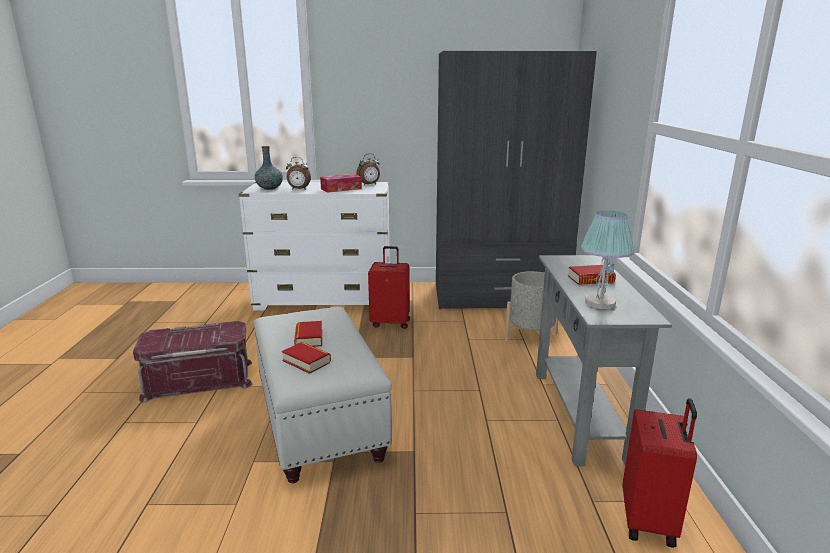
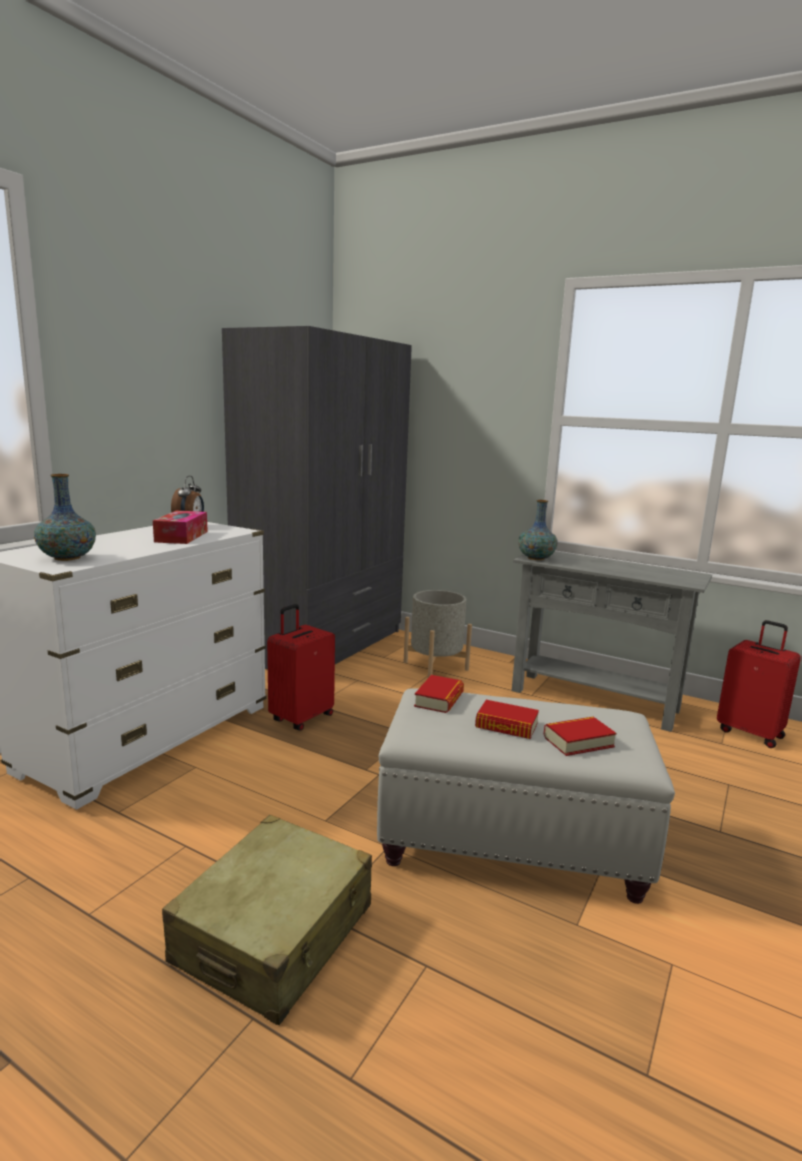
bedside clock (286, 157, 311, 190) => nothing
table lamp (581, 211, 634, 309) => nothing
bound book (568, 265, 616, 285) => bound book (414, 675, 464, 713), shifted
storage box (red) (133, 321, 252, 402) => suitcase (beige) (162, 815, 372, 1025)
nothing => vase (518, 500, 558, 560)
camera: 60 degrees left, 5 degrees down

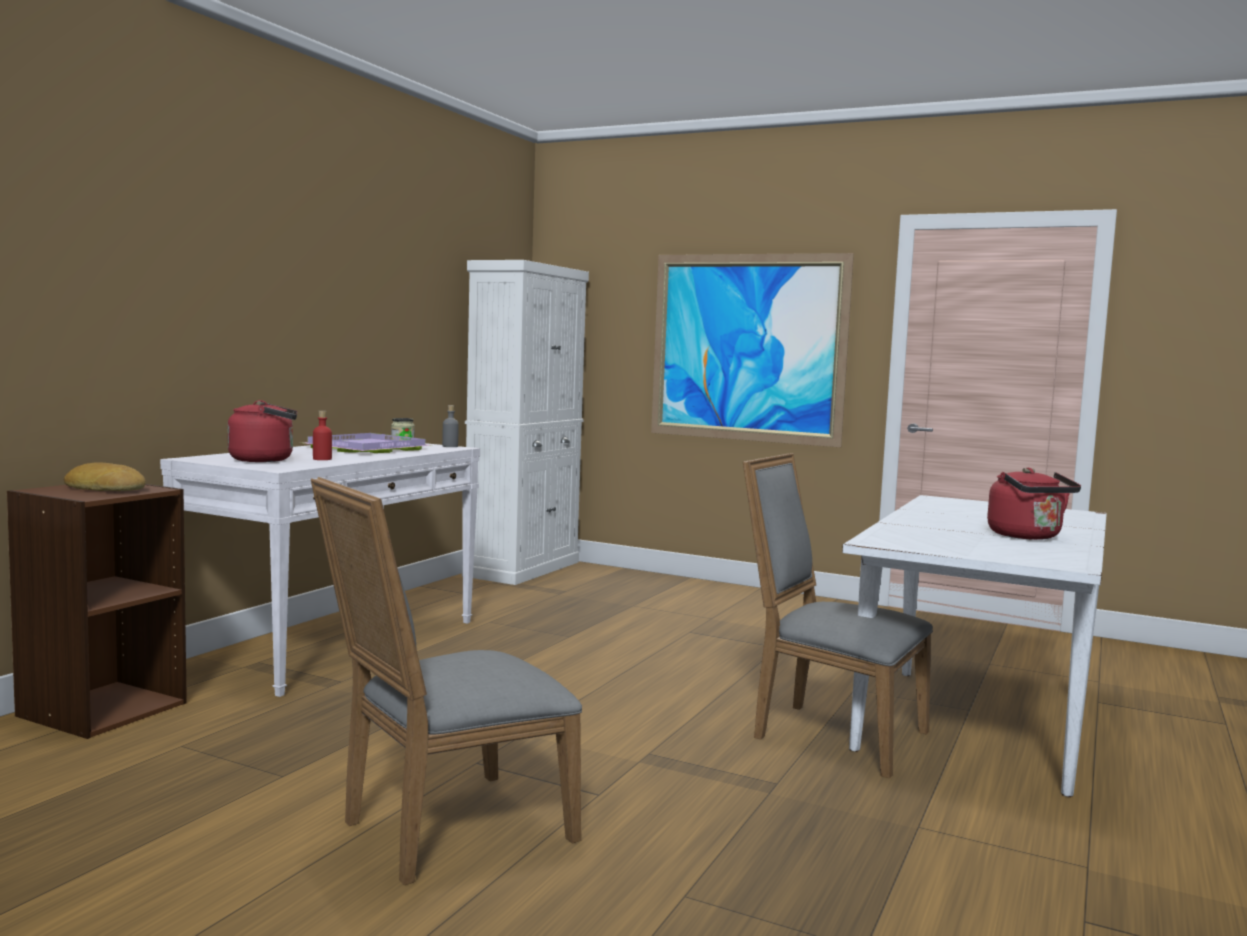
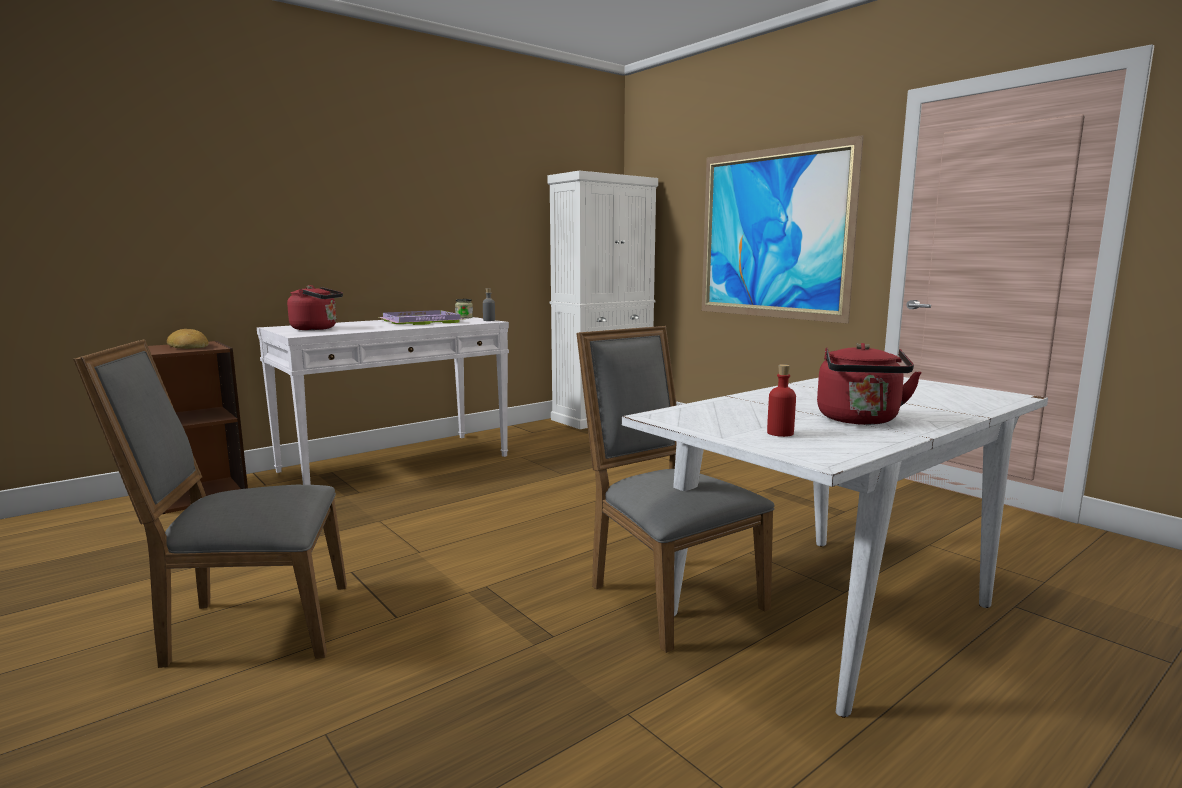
drink bottle (red) (313, 411, 332, 460) => drink bottle (red) (767, 364, 796, 437), shifted
camera: 25 degrees right, 5 degrees up

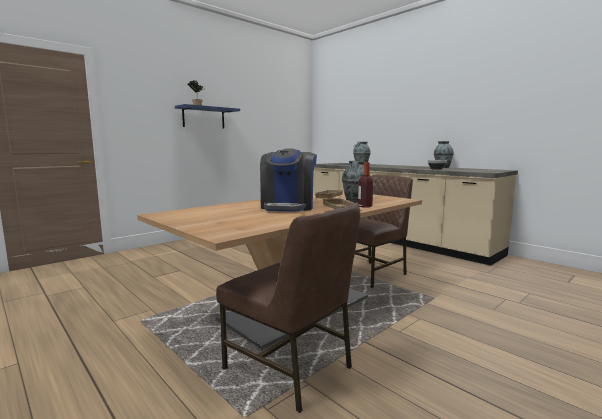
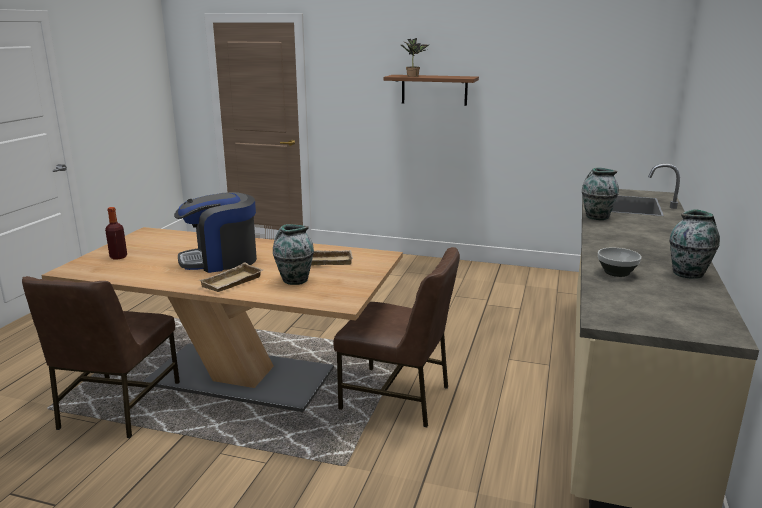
wall shelf (blue-coloured) (175, 104, 240, 129) => wall shelf (brown-coloured) (384, 75, 479, 106)
drink bottle (358, 162, 373, 208) => drink bottle (105, 207, 127, 259), shifted
camera: 60 degrees right, 10 degrees up

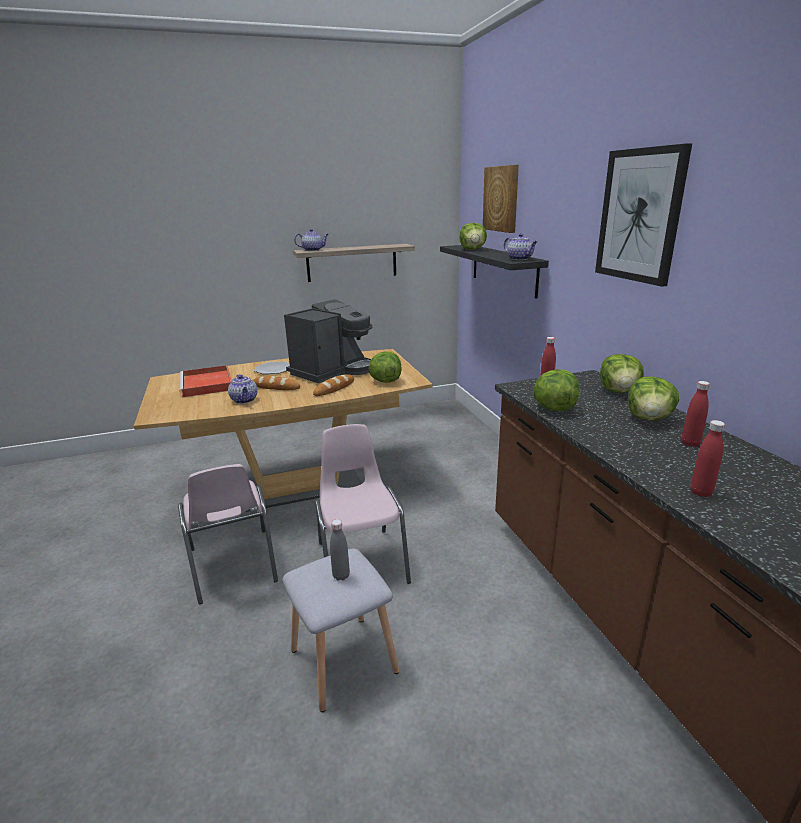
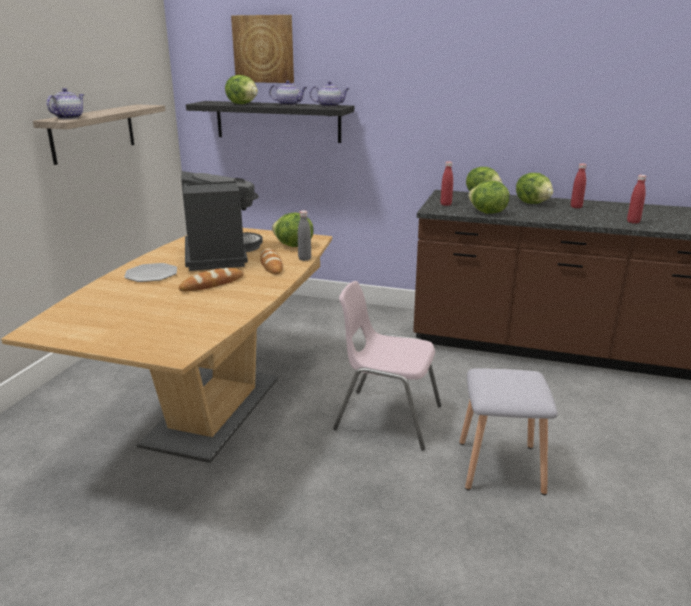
wall art (595, 143, 692, 287) => nothing
tray (red) (179, 365, 232, 397) => nothing
tea pot (228, 374, 257, 404) => tea pot (269, 80, 307, 106), shifted
plain chair (pinkish) (178, 464, 278, 605) => nothing
drink bottle (grey) (330, 519, 350, 581) => drink bottle (grey) (298, 210, 311, 261), shifted
camera: 55 degrees left, 0 degrees up

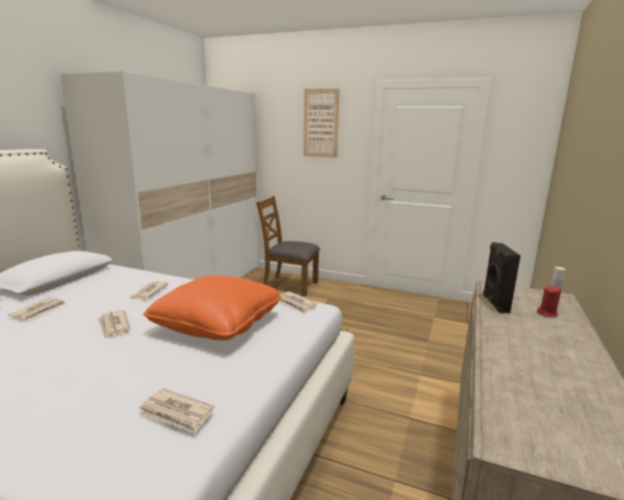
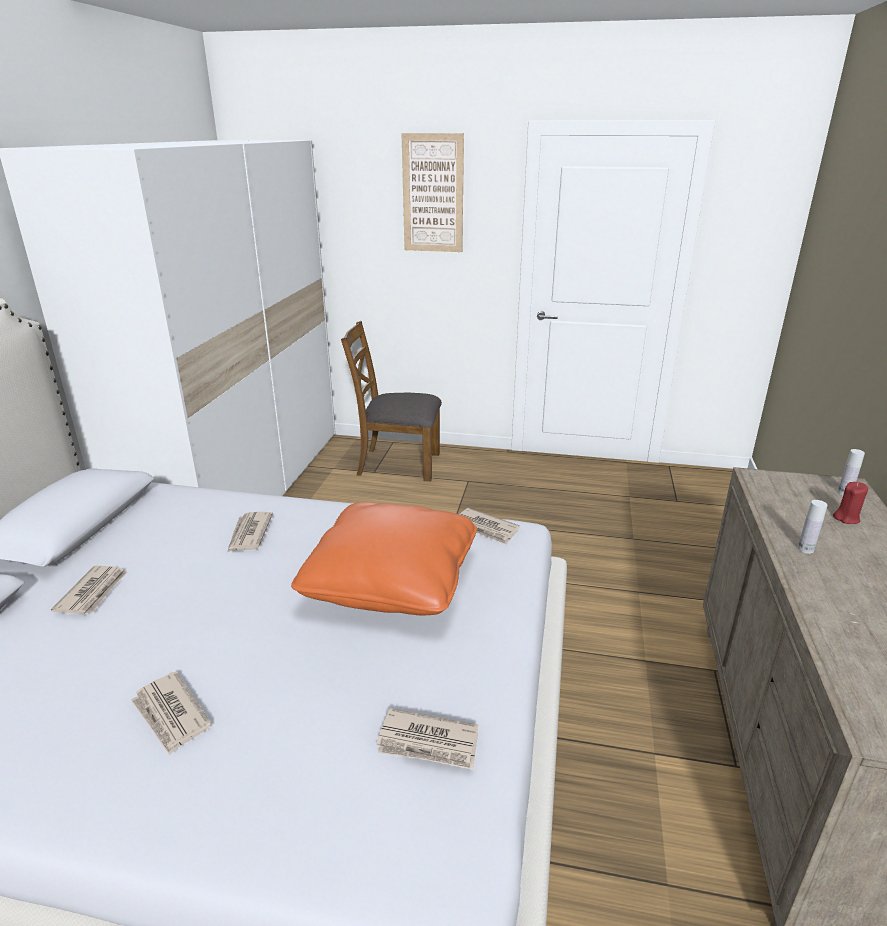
audio speaker (blackish) (483, 242, 521, 313) => nothing
daily paper (98, 310, 131, 339) => daily paper (131, 671, 212, 755), shifted
nothing => drink bottle (whitish) (798, 500, 827, 554)
camera: 10 degrees left, 10 degrees up

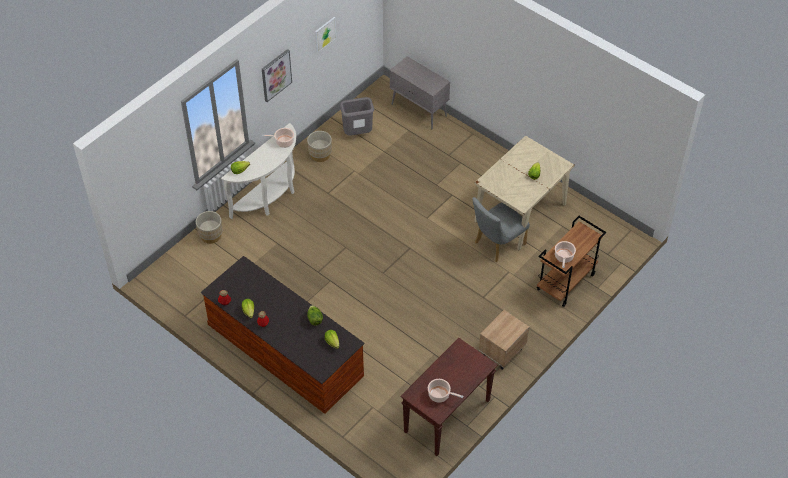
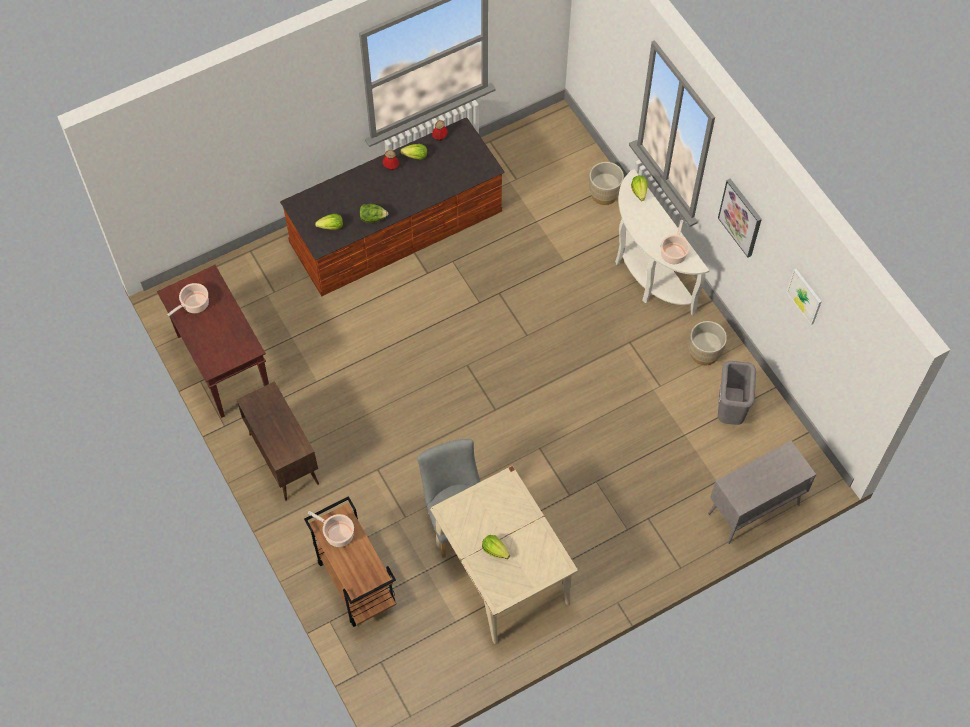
nightstand (beige) (479, 310, 529, 370) => cupboard (brown-coloured) (237, 381, 319, 501)
camera: 110 degrees right, 10 degrees up

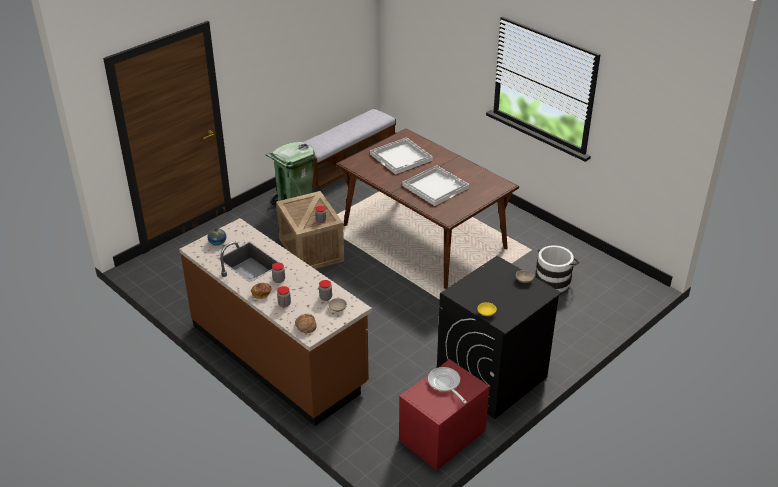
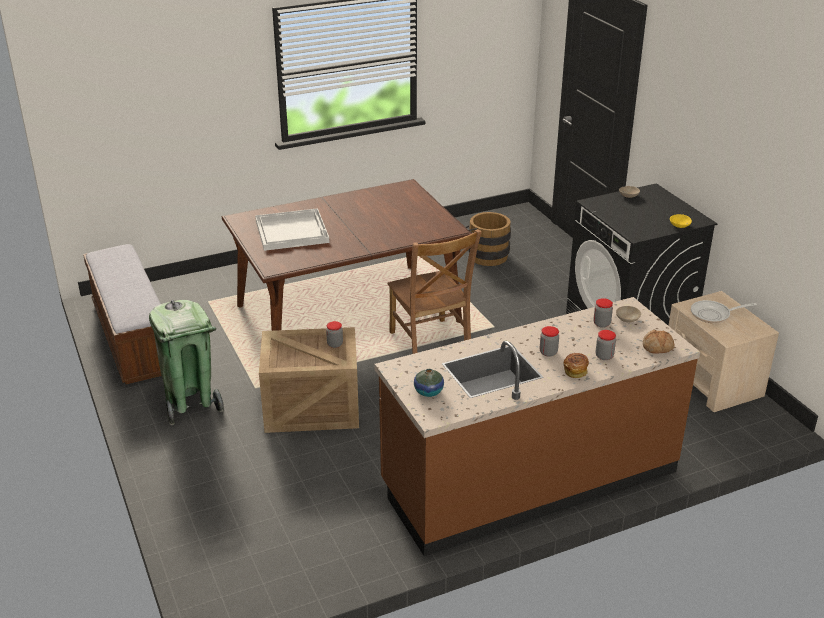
tray (whitish) (402, 165, 469, 206) => nothing
pail (whitish) (535, 245, 579, 292) => pail (brown-coloured) (465, 212, 511, 266)
nightstand (red) (399, 359, 490, 470) => nightstand (beige) (668, 291, 779, 412)
nothing => plain chair (brown-coloured) (387, 229, 482, 354)
camera: 70 degrees left, 5 degrees down

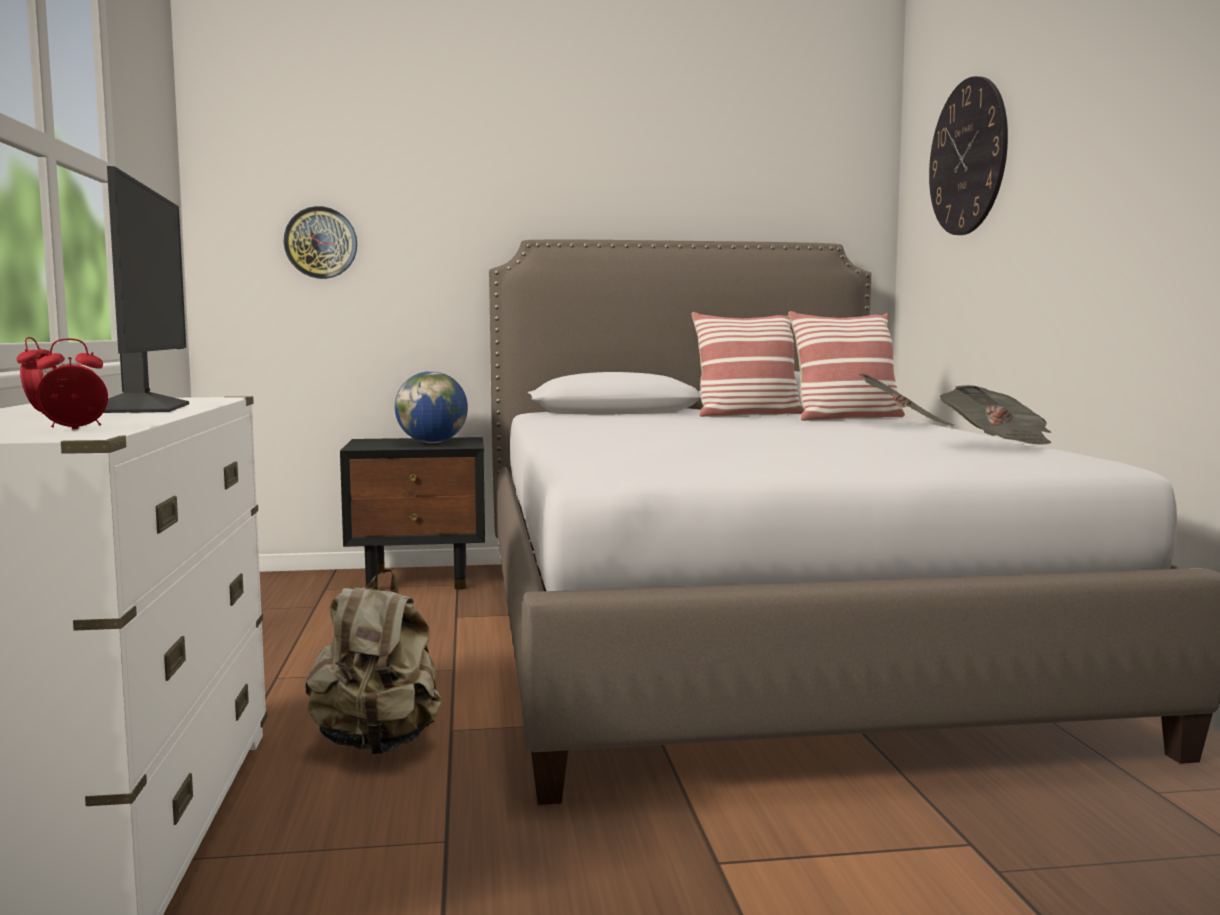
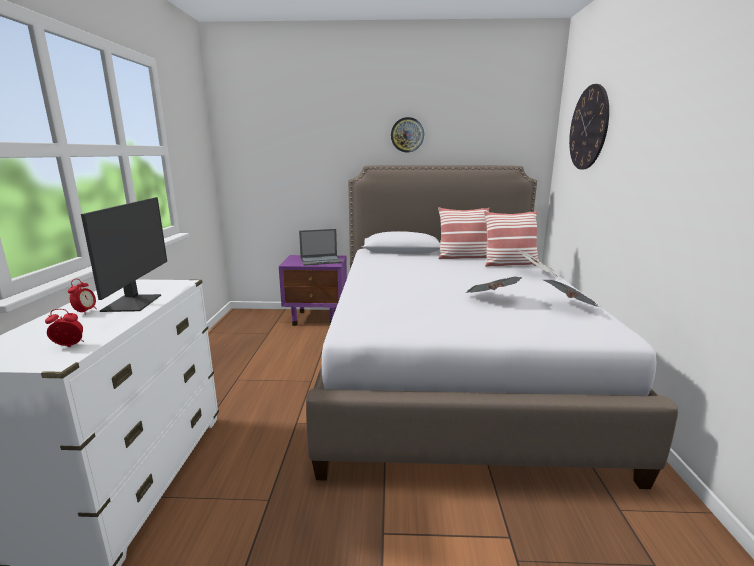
clock on the wall (284, 206, 357, 279) => clock on the wall (391, 117, 424, 152), shifted
world globe (395, 371, 468, 443) => laptop (299, 229, 342, 266)
nightstand (blackish) (340, 437, 485, 590) => nightstand (purple) (279, 255, 347, 326)
rucksack (beige) (306, 568, 442, 755) => nothing
nothing => daily paper (465, 276, 522, 293)
camera: 10 degrees right, 10 degrees up

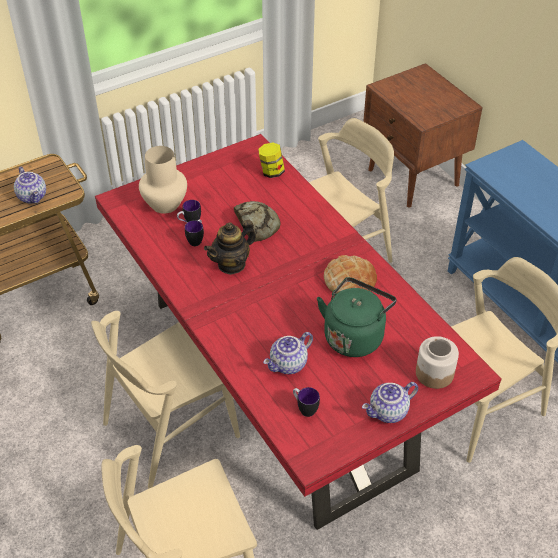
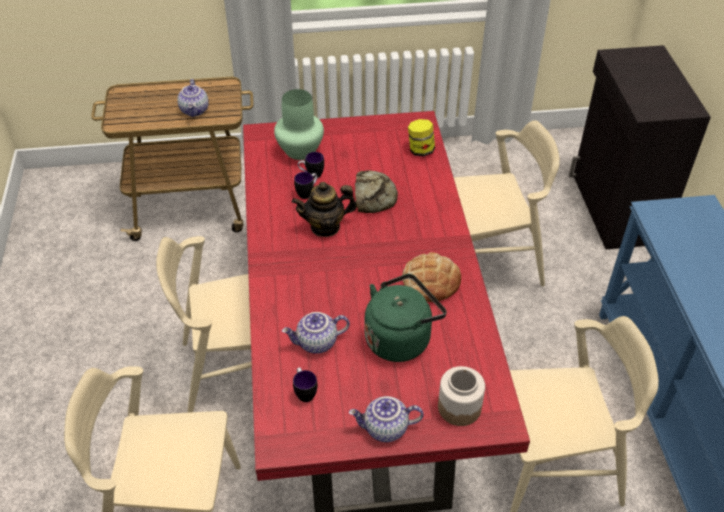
nightstand (brown-coloured) (363, 63, 483, 208) => cupboard (blackish) (569, 45, 711, 249)
vase (beige) (139, 146, 187, 214) => vase (green-coloured) (274, 89, 324, 160)
camera: 25 degrees right, 0 degrees up

